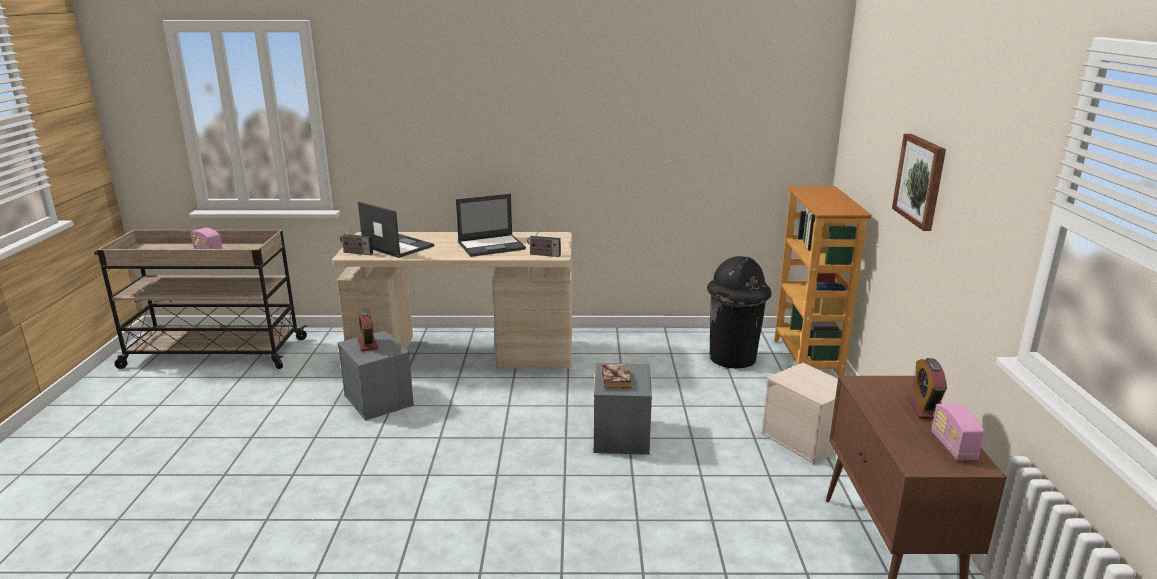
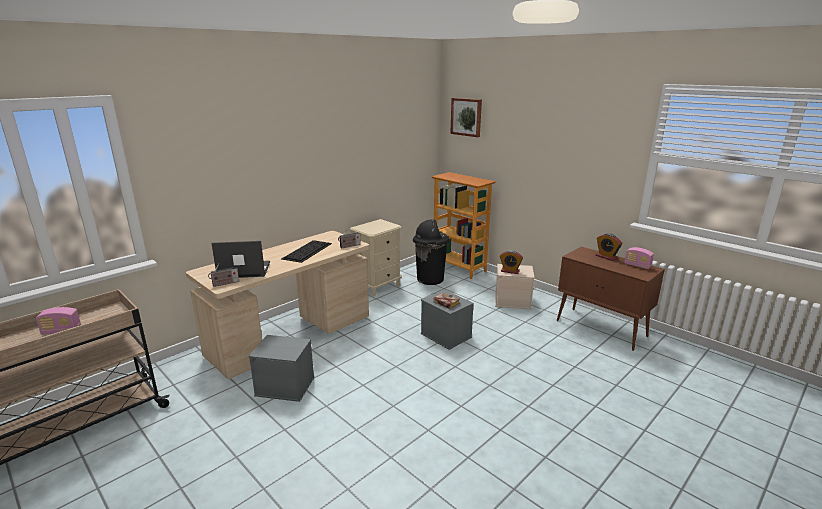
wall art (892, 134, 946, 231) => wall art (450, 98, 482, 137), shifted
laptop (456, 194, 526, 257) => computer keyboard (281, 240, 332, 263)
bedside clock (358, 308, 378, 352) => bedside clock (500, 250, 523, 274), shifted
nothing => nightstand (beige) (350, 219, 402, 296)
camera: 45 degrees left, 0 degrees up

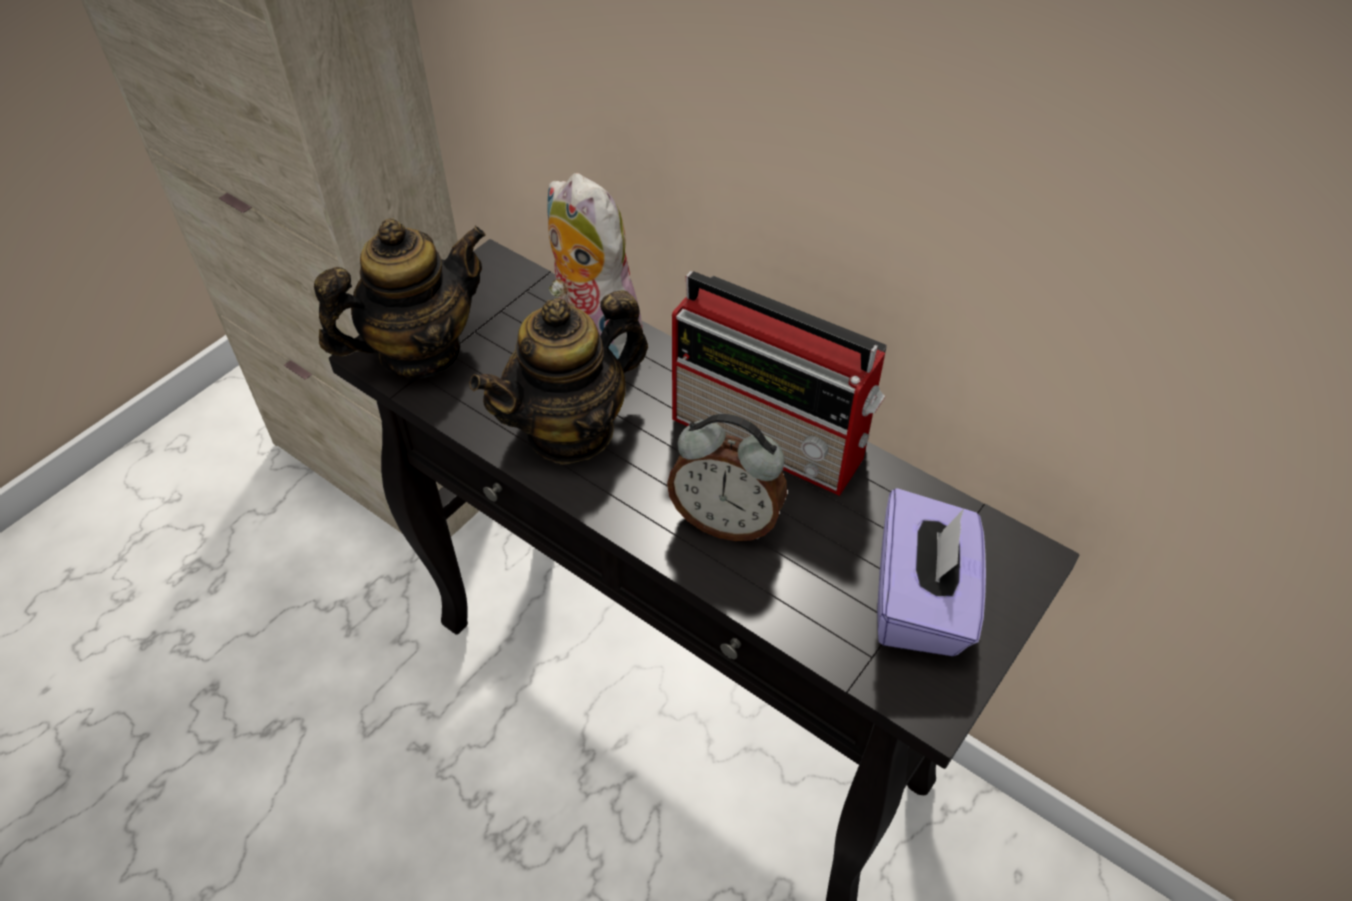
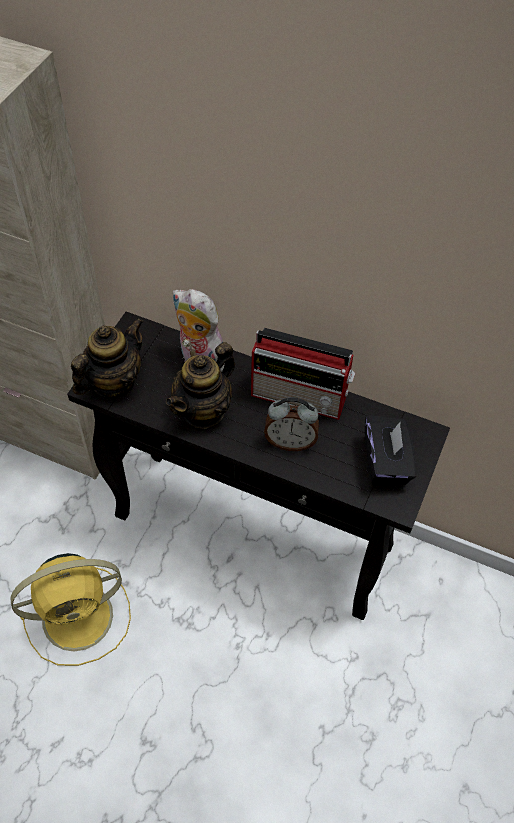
tissue box (purple) (877, 488, 986, 656) => tissue box (blackish) (365, 415, 416, 486)
nothing => electric fan (yellow) (10, 553, 131, 666)
camera: 15 degrees left, 5 degrees up

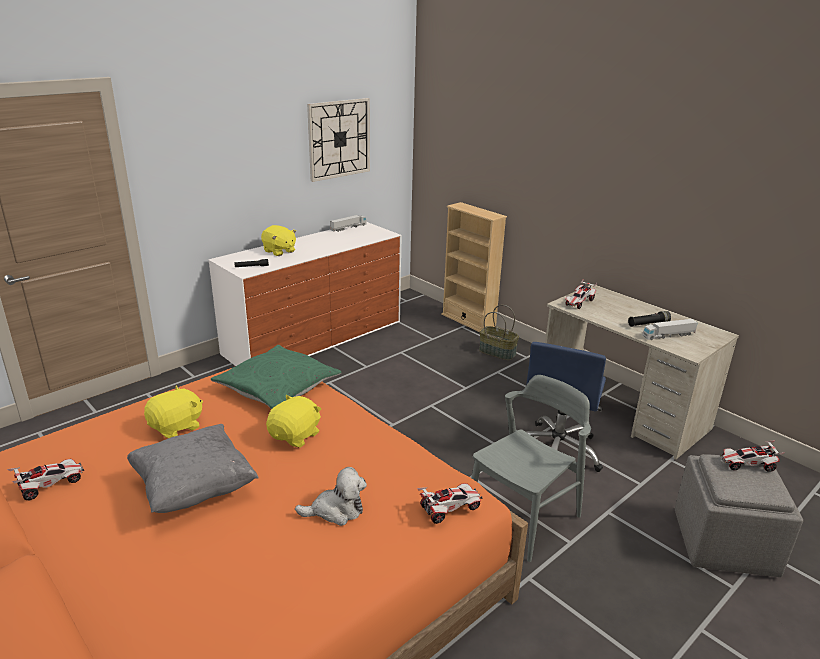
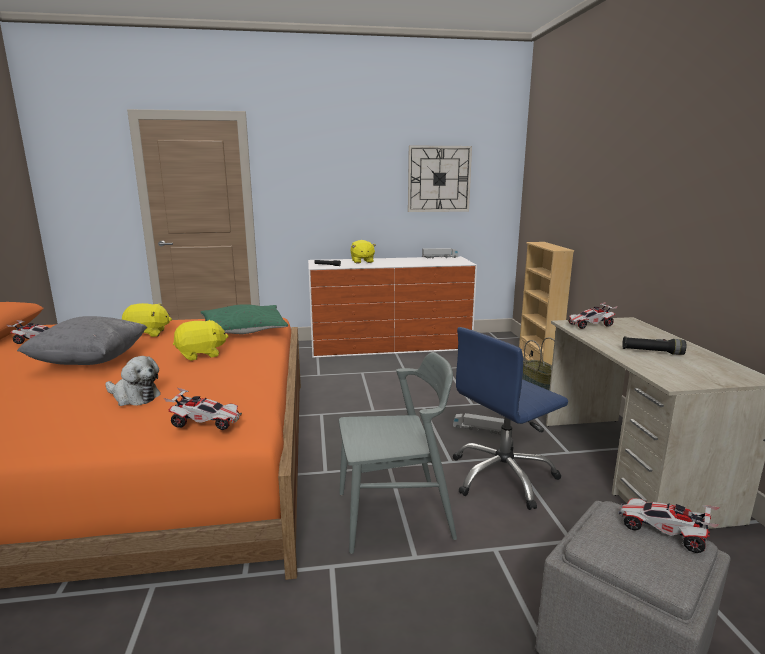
toy lorry (642, 319, 698, 340) => toy lorry (453, 413, 504, 435), shifted
camera: 35 degrees right, 10 degrees down

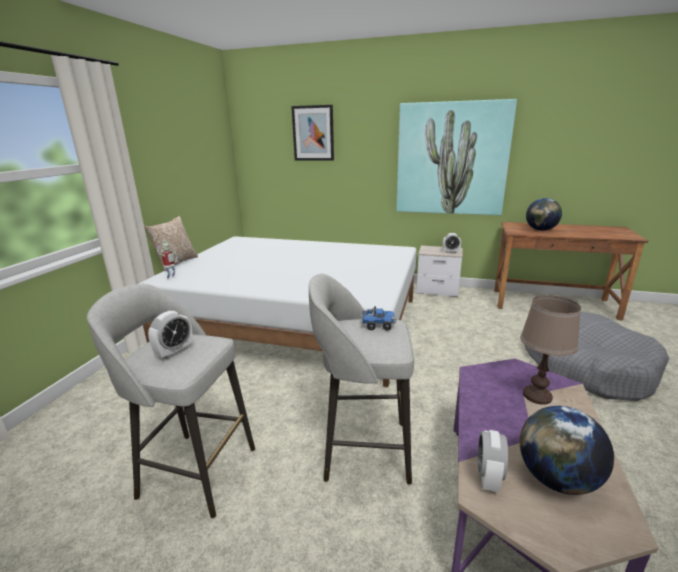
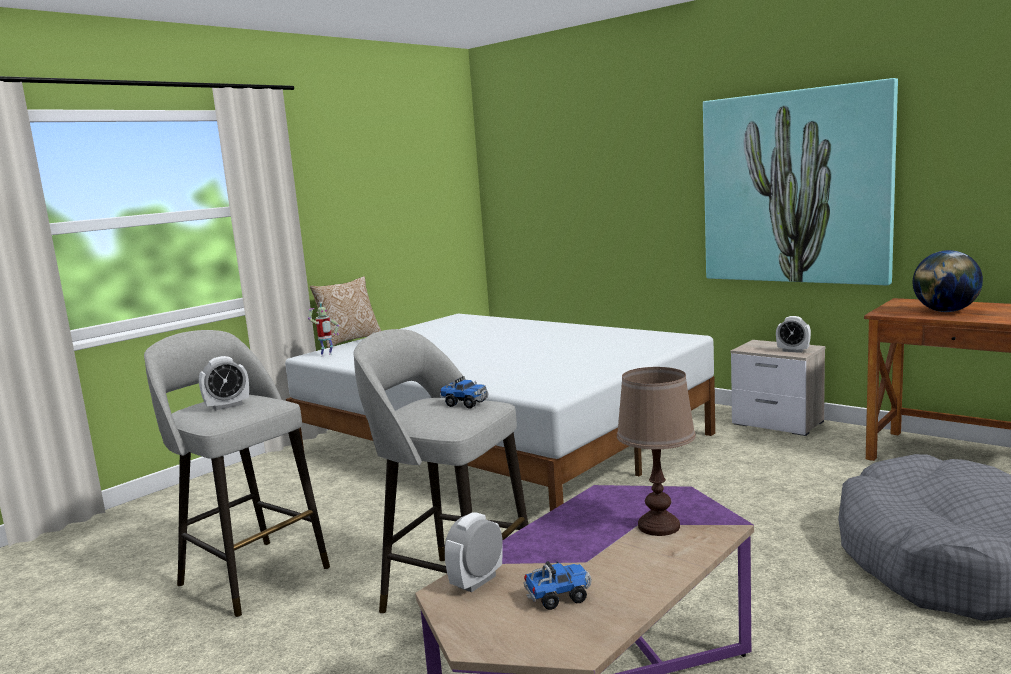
wall art (291, 105, 334, 161) => nothing
world globe (520, 406, 614, 495) => toy lorry (524, 561, 592, 610)
camera: 25 degrees right, 10 degrees down

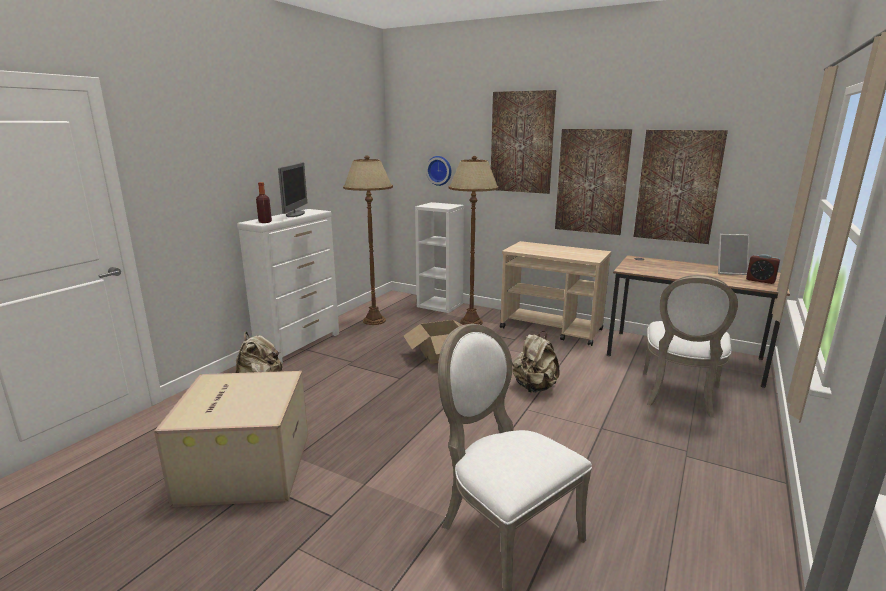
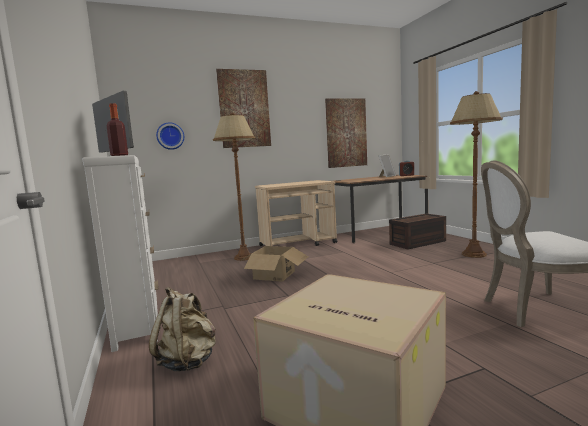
wall art (555, 129, 632, 235) => nothing
floor lamp (brown-coloured) (343, 156, 393, 325) => floor lamp (brown-coloured) (450, 91, 503, 258), shifted
bookcase (whitish) (415, 202, 464, 313) => nothing
plain chair (whitish) (643, 275, 738, 417) => storage box (brown-coloured) (389, 213, 446, 250)
rucksack (beige) (513, 331, 560, 393) => nothing
camera: 50 degrees left, 10 degrees down

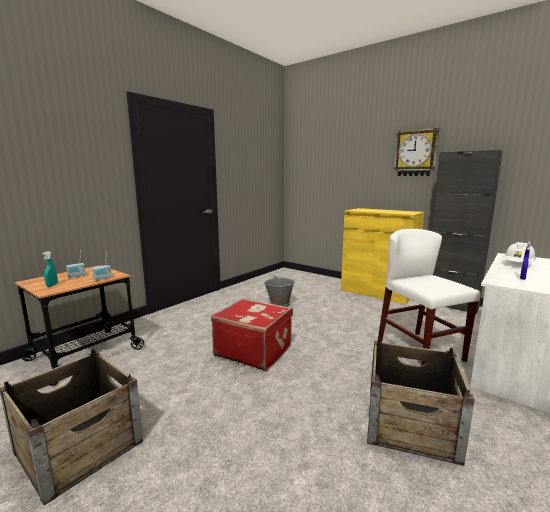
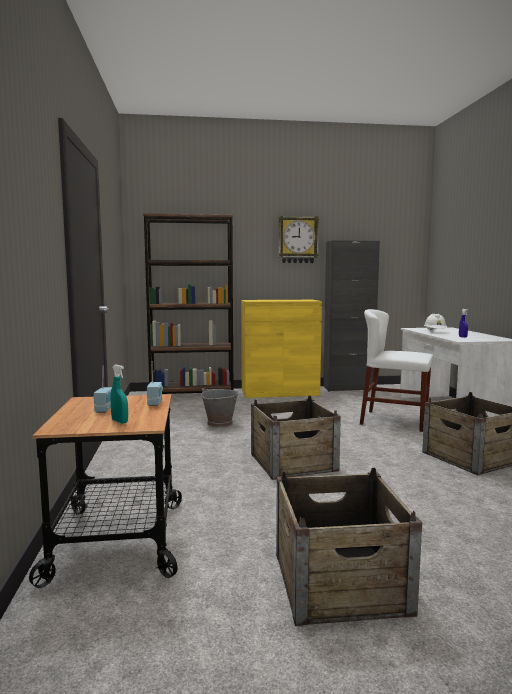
suitcase (red) (211, 298, 293, 371) => crate (251, 396, 341, 480)
nothing => bookcase (brown-coloured) (143, 213, 233, 394)
camera: 45 degrees left, 5 degrees down

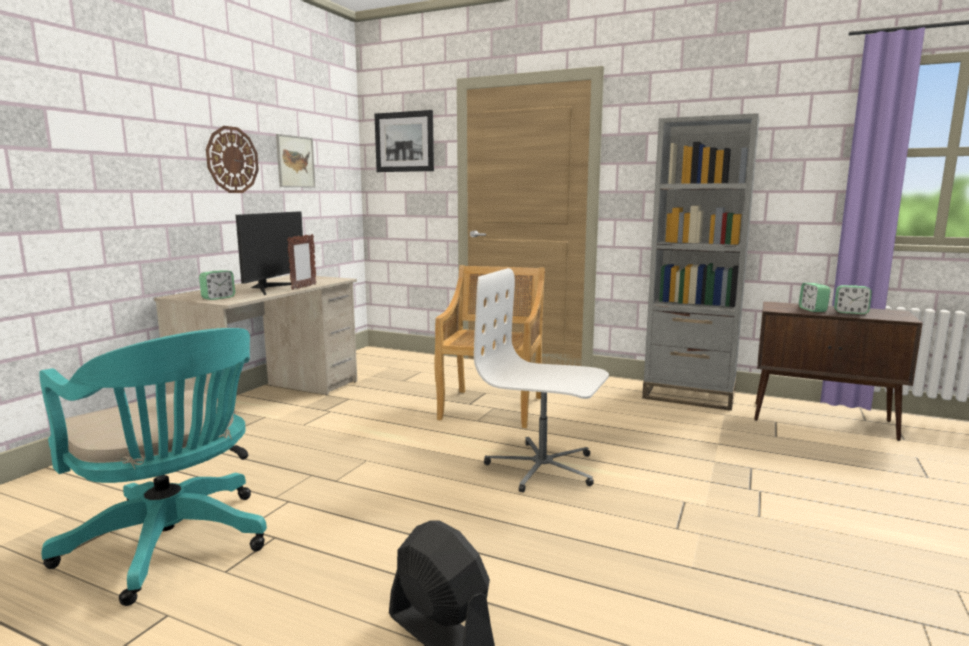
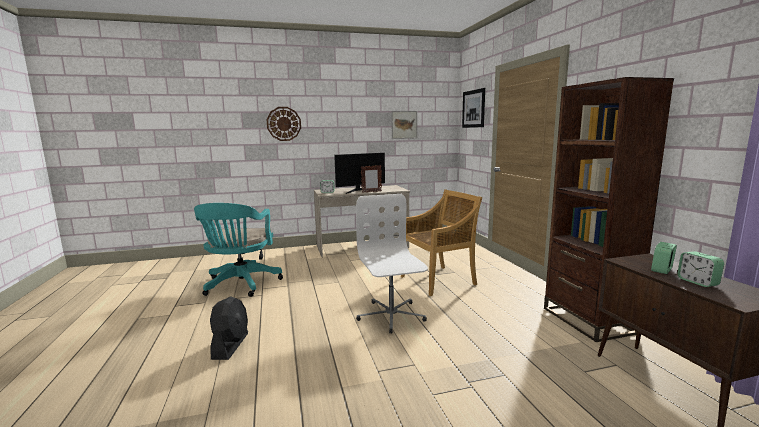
bookcase (grey) (642, 113, 759, 411) => bookcase (brown-coloured) (544, 77, 674, 342)
clock on the wall (206, 126, 259, 193) => clock on the wall (267, 107, 301, 141), shifted
camera: 50 degrees right, 0 degrees up

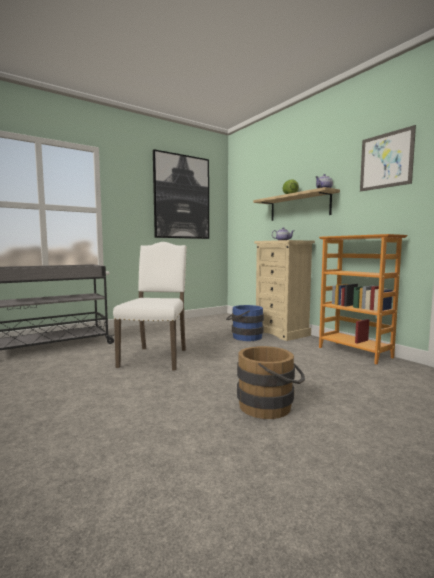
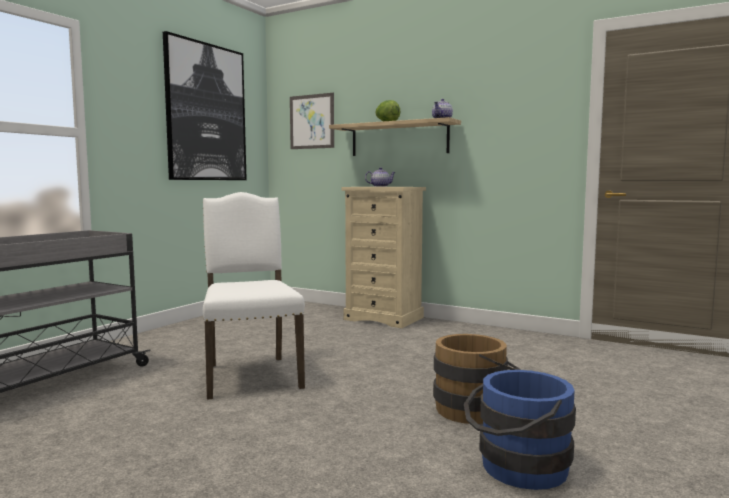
wall art (360, 125, 416, 191) => wall art (290, 93, 334, 149), shifted
bookcase (319, 234, 408, 364) => nothing
pail (blue-coloured) (226, 305, 264, 341) => pail (blue-coloured) (464, 370, 576, 490), shifted
camera: 25 degrees left, 0 degrees up

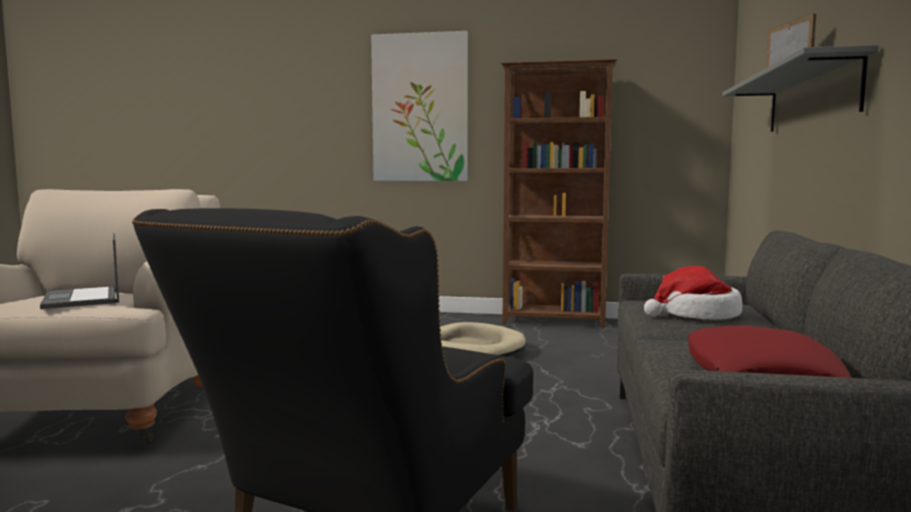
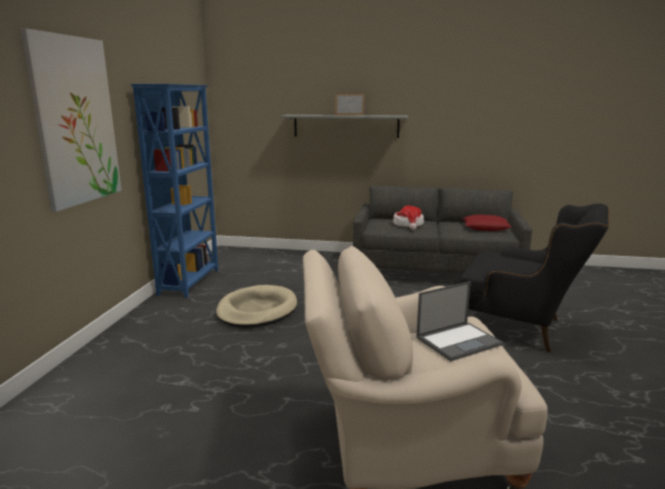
bookcase (brown-coloured) (501, 59, 617, 329) => bookcase (blue-coloured) (131, 84, 219, 298)
camera: 90 degrees left, 10 degrees up

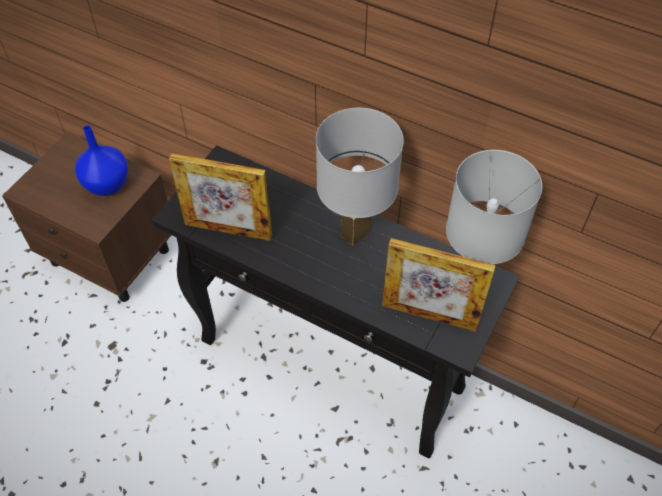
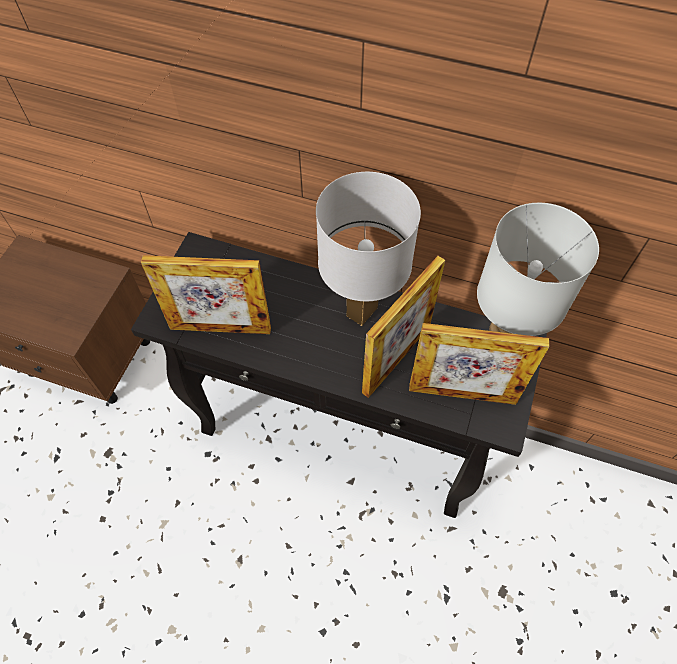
vase (blue-coloured) (75, 125, 128, 196) => nothing
nothing => photo frame (362, 256, 445, 398)
camera: 10 degrees left, 5 degrees up

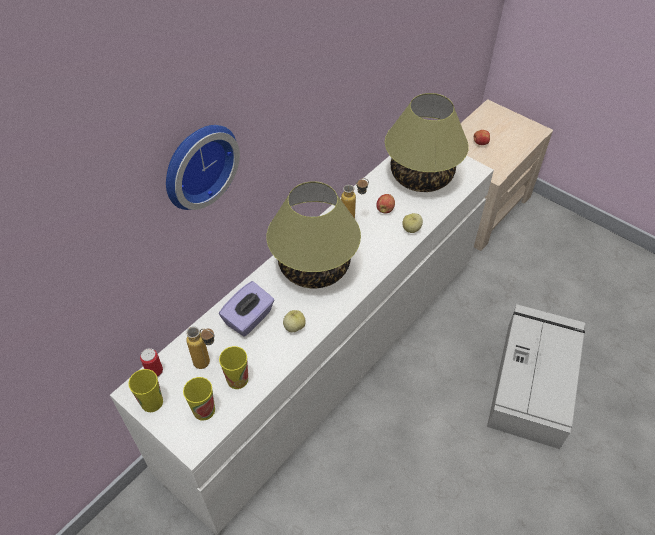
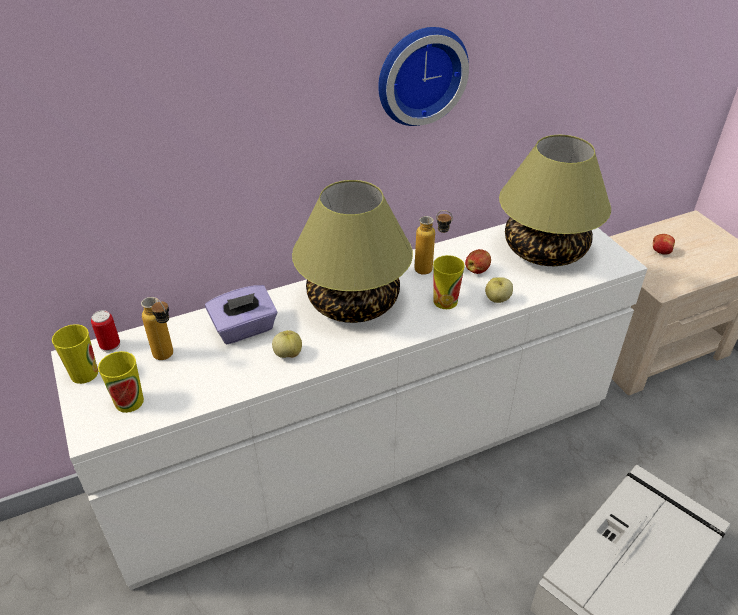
clock on the wall (166, 125, 240, 210) => clock on the wall (378, 27, 469, 126), shifted
small cup (219, 346, 248, 389) => small cup (433, 255, 465, 309), shifted
camera: 25 degrees right, 10 degrees down

